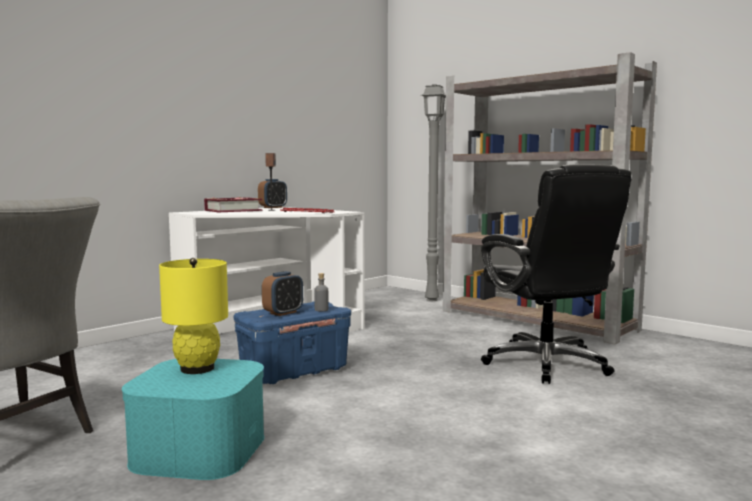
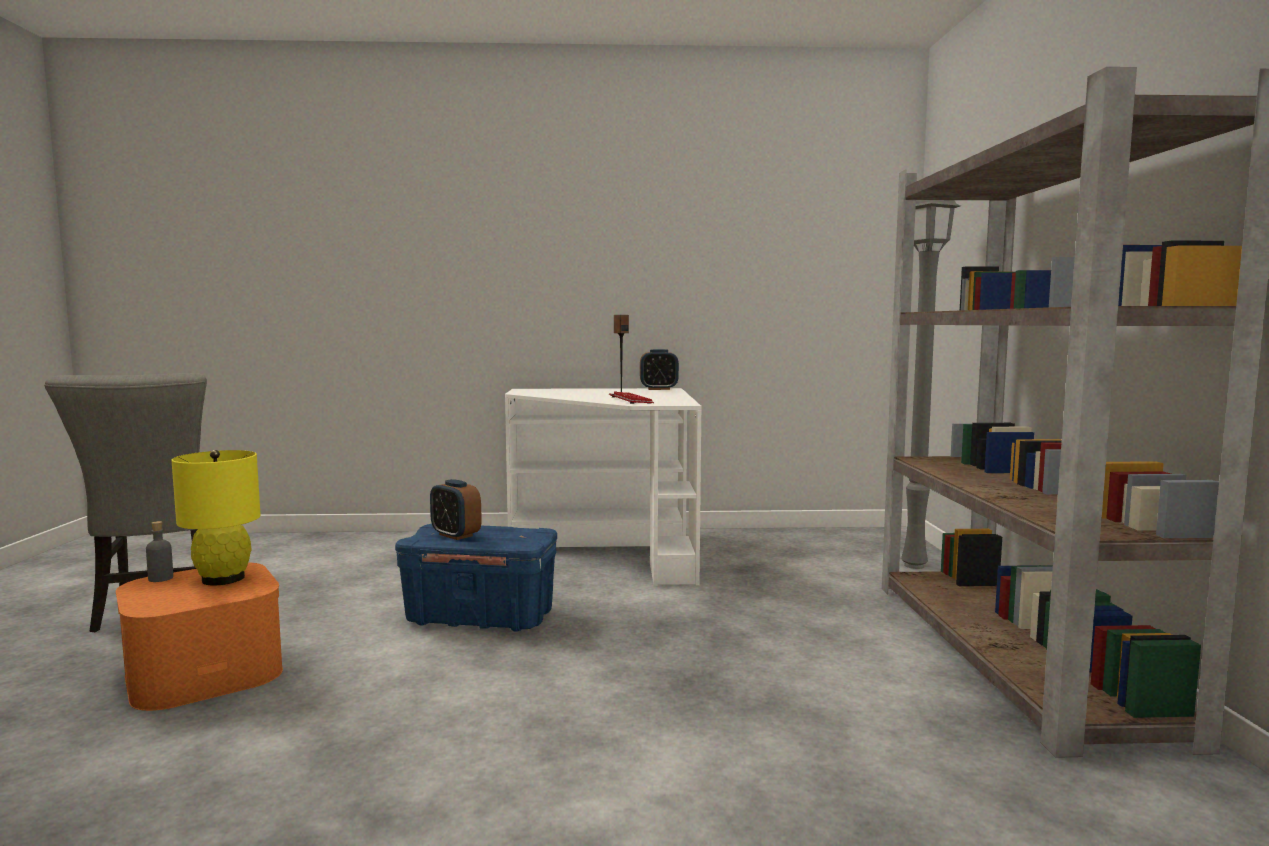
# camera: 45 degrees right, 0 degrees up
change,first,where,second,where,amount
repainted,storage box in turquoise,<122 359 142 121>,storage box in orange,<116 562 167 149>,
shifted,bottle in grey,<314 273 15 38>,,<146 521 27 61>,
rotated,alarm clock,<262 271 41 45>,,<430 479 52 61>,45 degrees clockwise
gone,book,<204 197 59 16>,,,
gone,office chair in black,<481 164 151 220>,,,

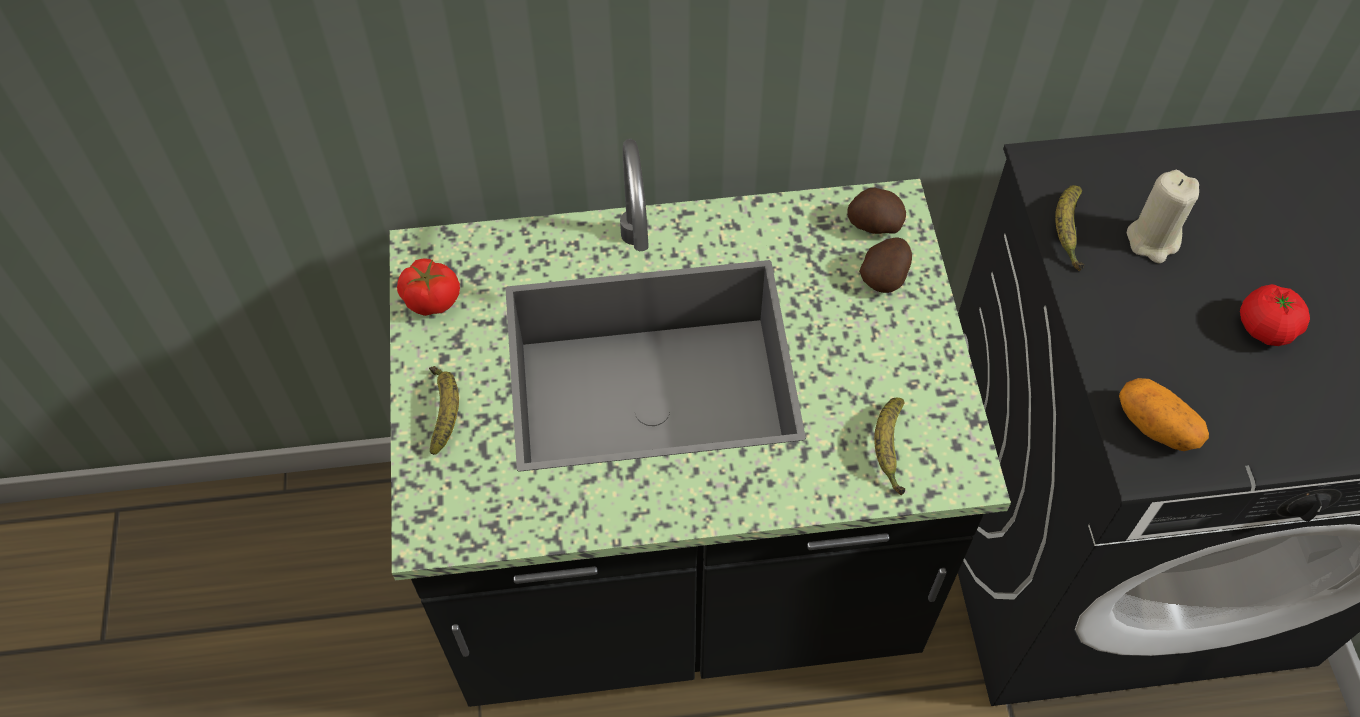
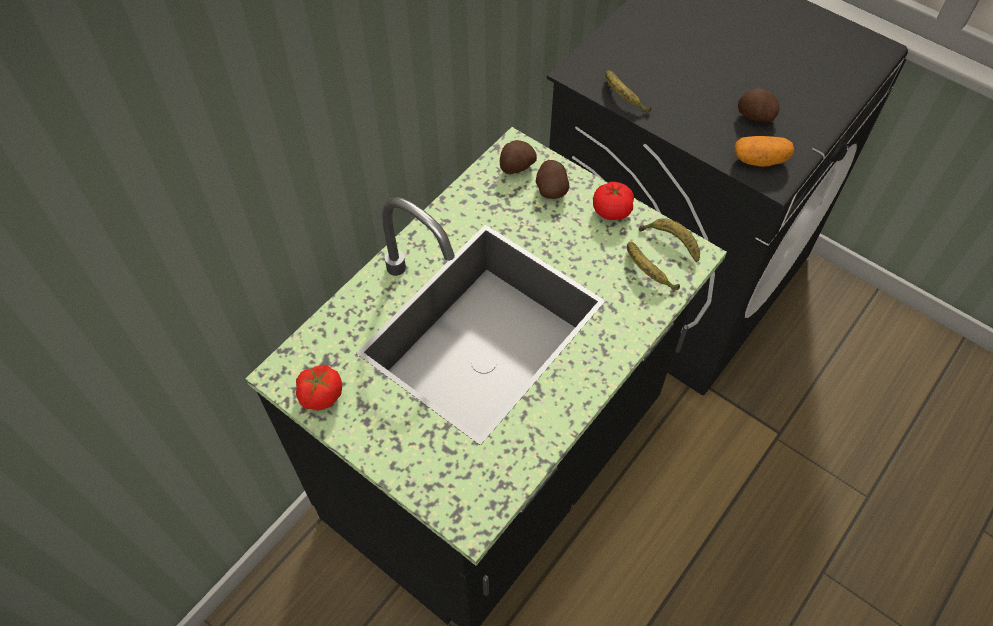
# camera: 45 degrees left, 0 degrees up
change,first,where,second,where,amount
shifted,tomato,<1240 284 70 62>,,<593 182 41 38>,
shifted,banana,<429 366 30 89>,,<639 218 61 44>,
new,,,potato,<738 88 42 34>,
gone,candle in beige,<1127 170 72 93>,,,

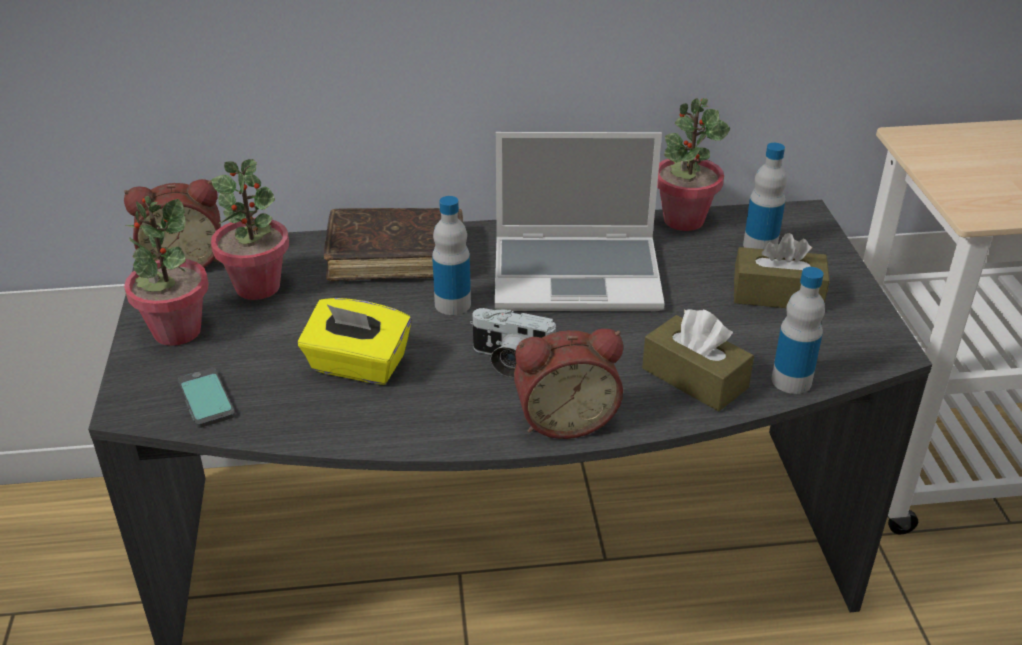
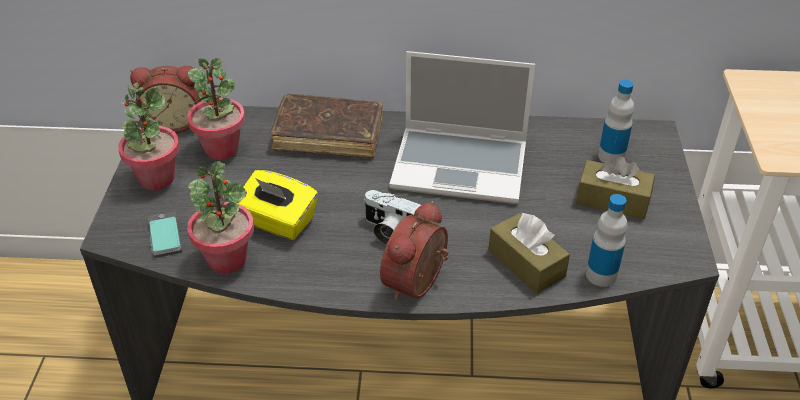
# camera: 10 degrees right, 5 degrees up
change,first,where,second,where,amount
shifted,potted plant,<657 98 73 133>,,<187 161 67 113>,
rotated,alarm clock,<514 329 109 110>,,<380 201 68 100>,120 degrees clockwise
gone,bottle,<432 196 39 119>,,,

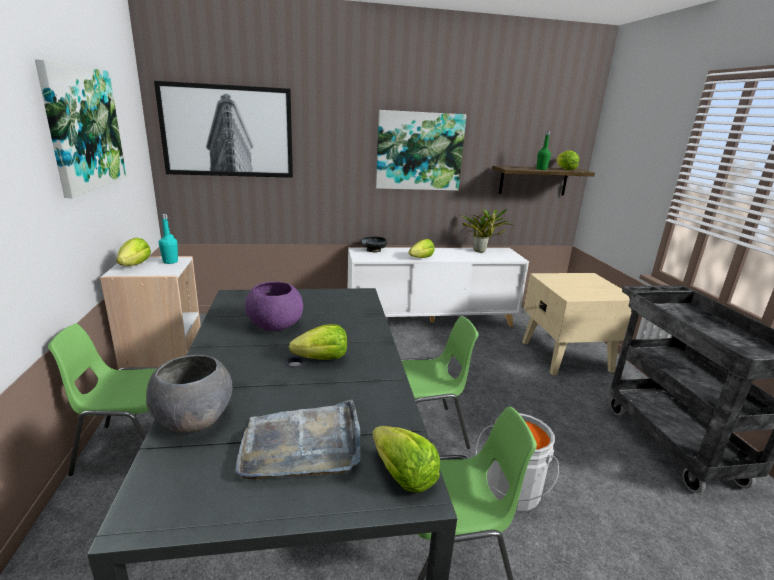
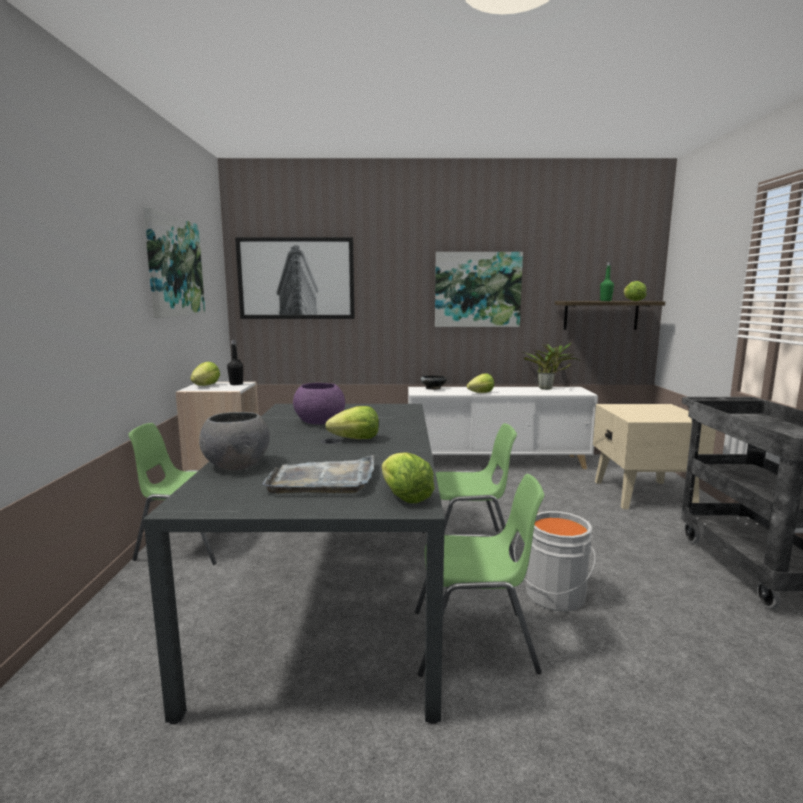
# camera: 10 degrees right, 10 degrees down
change,first,where,second,where,amount
repainted,bottle in turquoise,<159 214 19 50>,bottle in black,<227 340 16 45>,

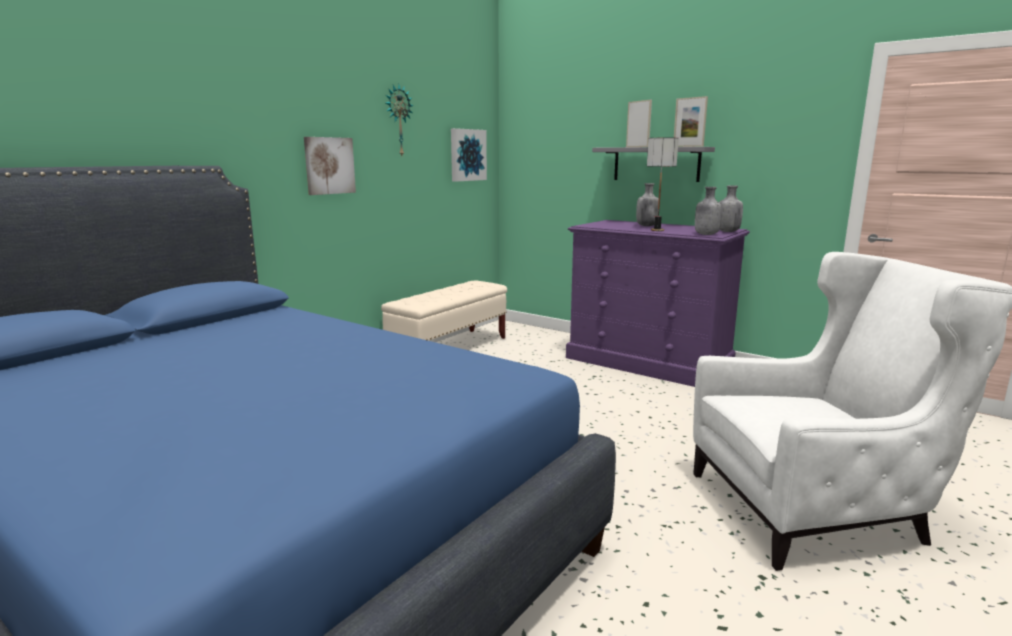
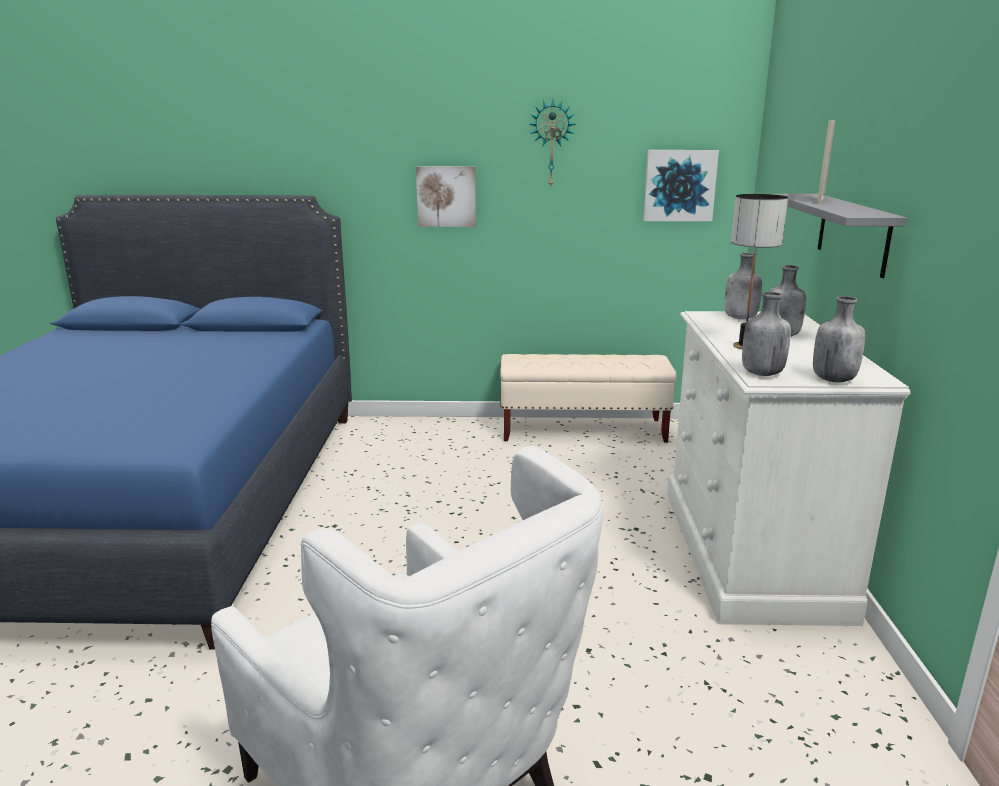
# camera: 55 degrees right, 5 degrees up
change,first,where,second,where,amount
repainted,dresser in purple,<566 220 184 167>,dresser in white,<667 311 244 315>,
new,,,bottle in grey,<724 253 38 66>,
gone,picture frame,<674 96 34 51>,,,

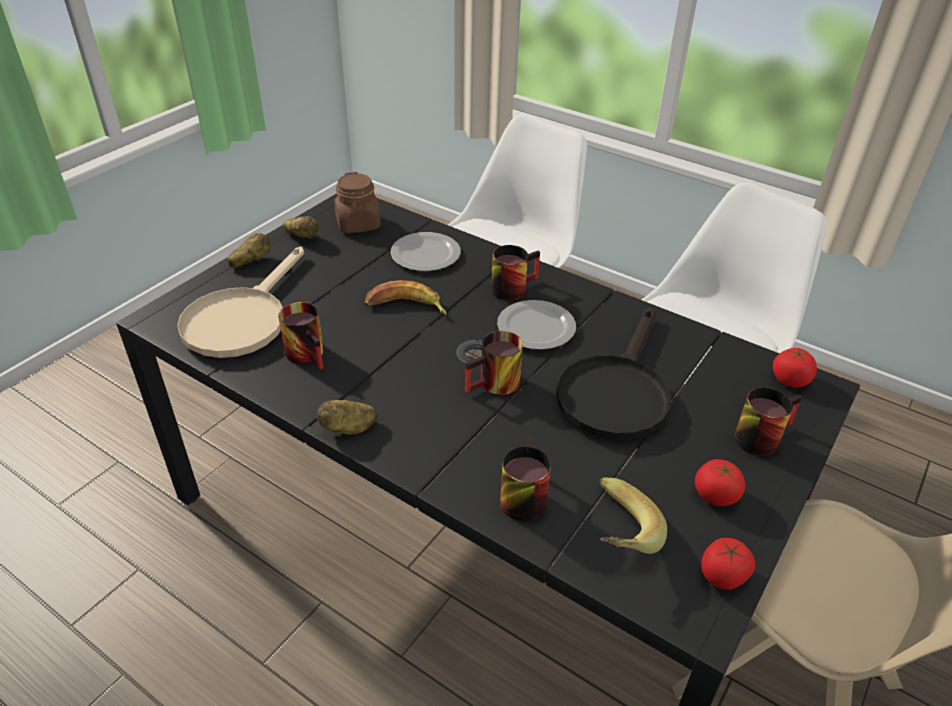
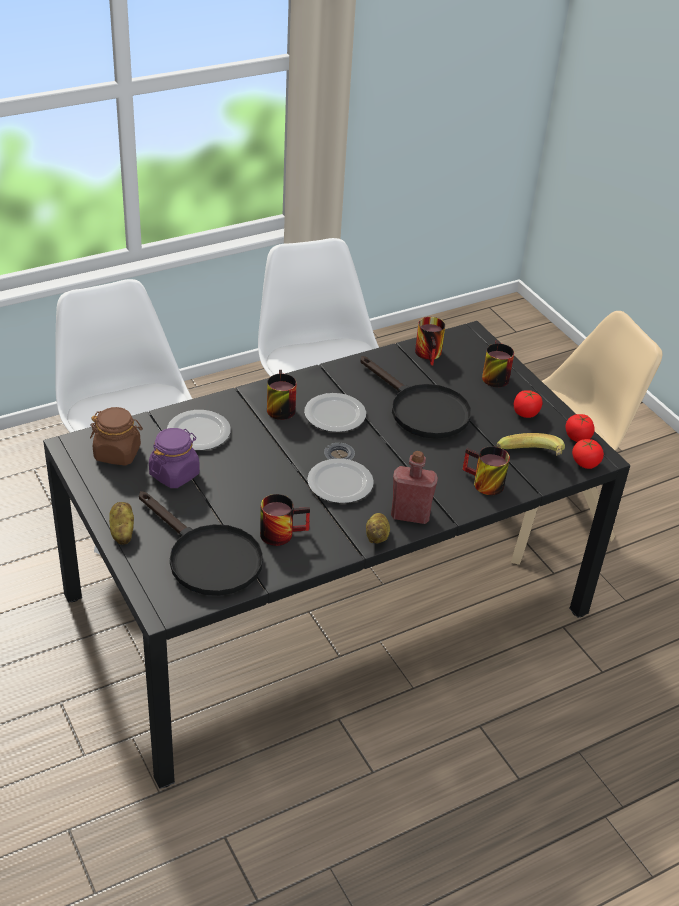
# camera: 65 degrees left, 0 degrees up
change,first,where,second,where,amount
repainted,frying pan in beige,<177 246 127 112>,frying pan in black,<139 491 124 105>,
new,,,jar in purple,<149 428 51 60>,
new,,,plate,<307 458 67 45>,
new,,,bottle in red,<391 451 47 73>,
shifted,mug,<465 331 58 64>,,<415 317 30 48>,
shifted,tomato,<773 348 44 39>,,<572 439 32 30>,
gone,potato,<283 216 36 23>,,,
gone,banana,<365 280 82 35>,,,

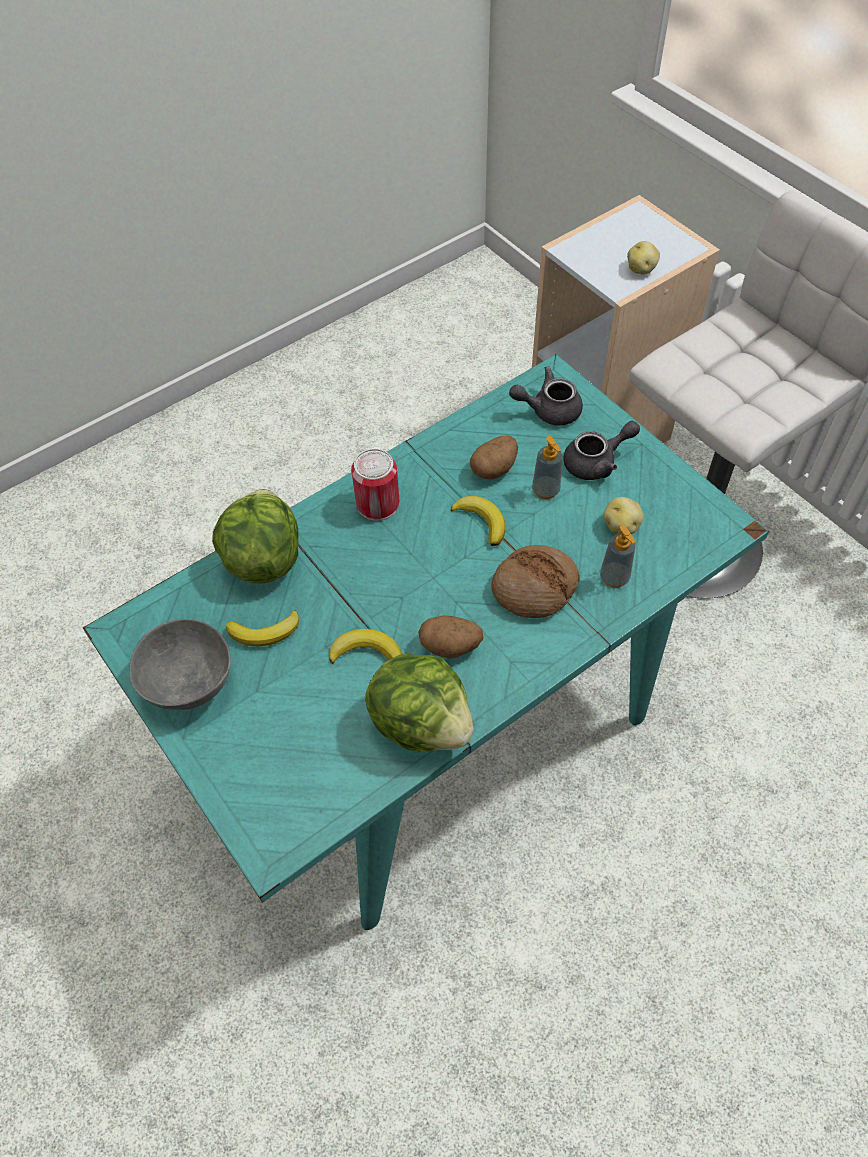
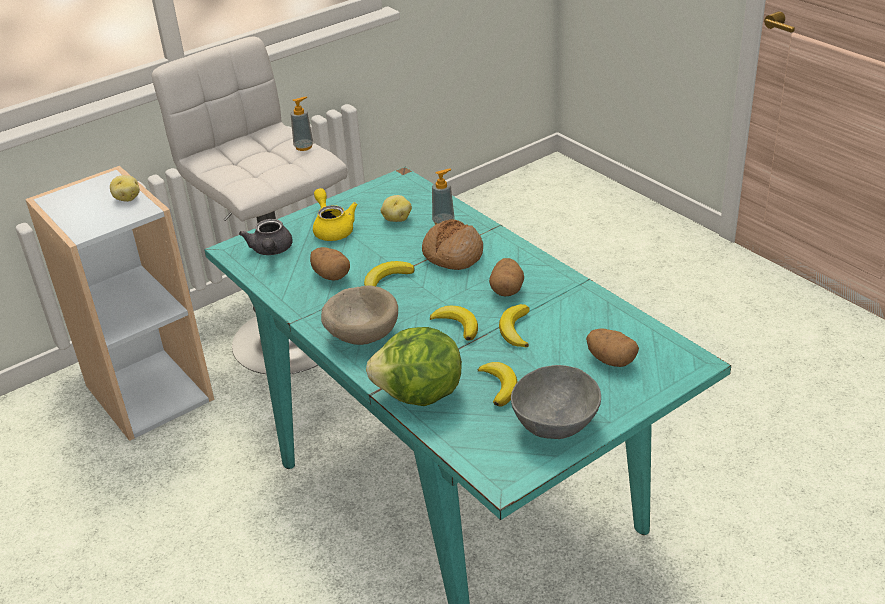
# camera: 90 degrees left, 20 degrees down
change,first,where,second,where,amount
shifted,soap dispenser,<532 436 30 63>,,<291 97 23 54>,
repainted,teapot in grey,<563 421 77 59>,teapot in yellow,<313 188 45 53>,
swapped,can,<351 449 48 72>,bowl in beige,<321 285 77 60>,
new,,,banana,<430 306 48 34>,
new,,,potato,<586 328 53 39>,
gone,lettuce,<365 654 109 97>,,,

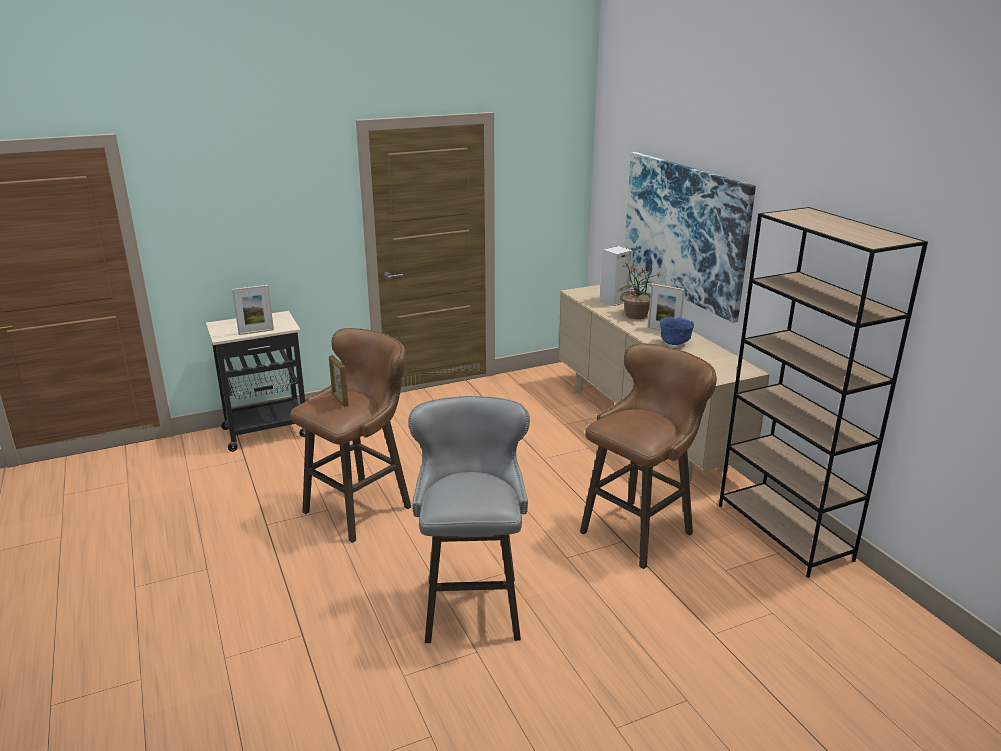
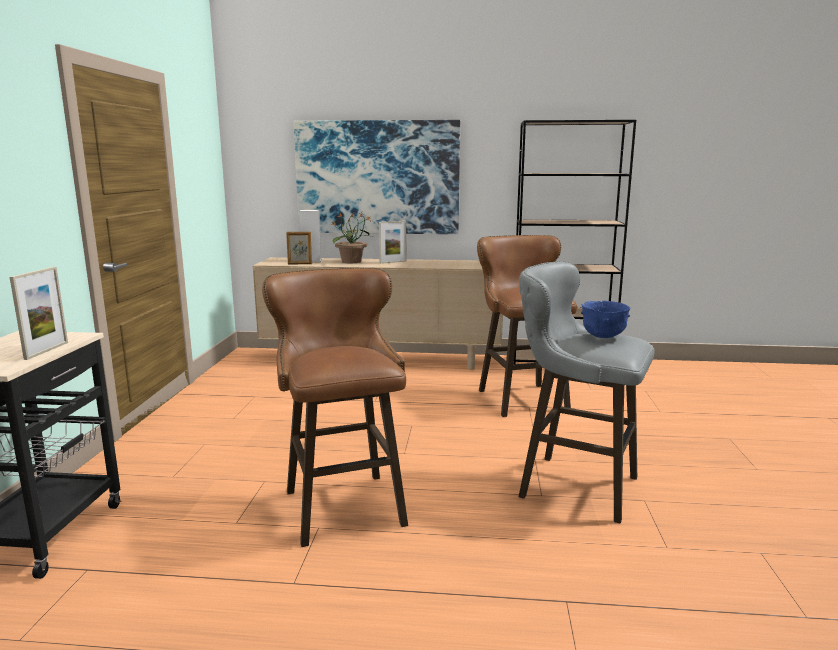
# camera: 60 degrees left, 10 degrees down
change,first,where,second,where,amount
shifted,picture frame,<329 355 20 52>,,<286 232 26 32>,
shifted,bowl in blue,<660 317 34 28>,,<581 301 49 37>,

